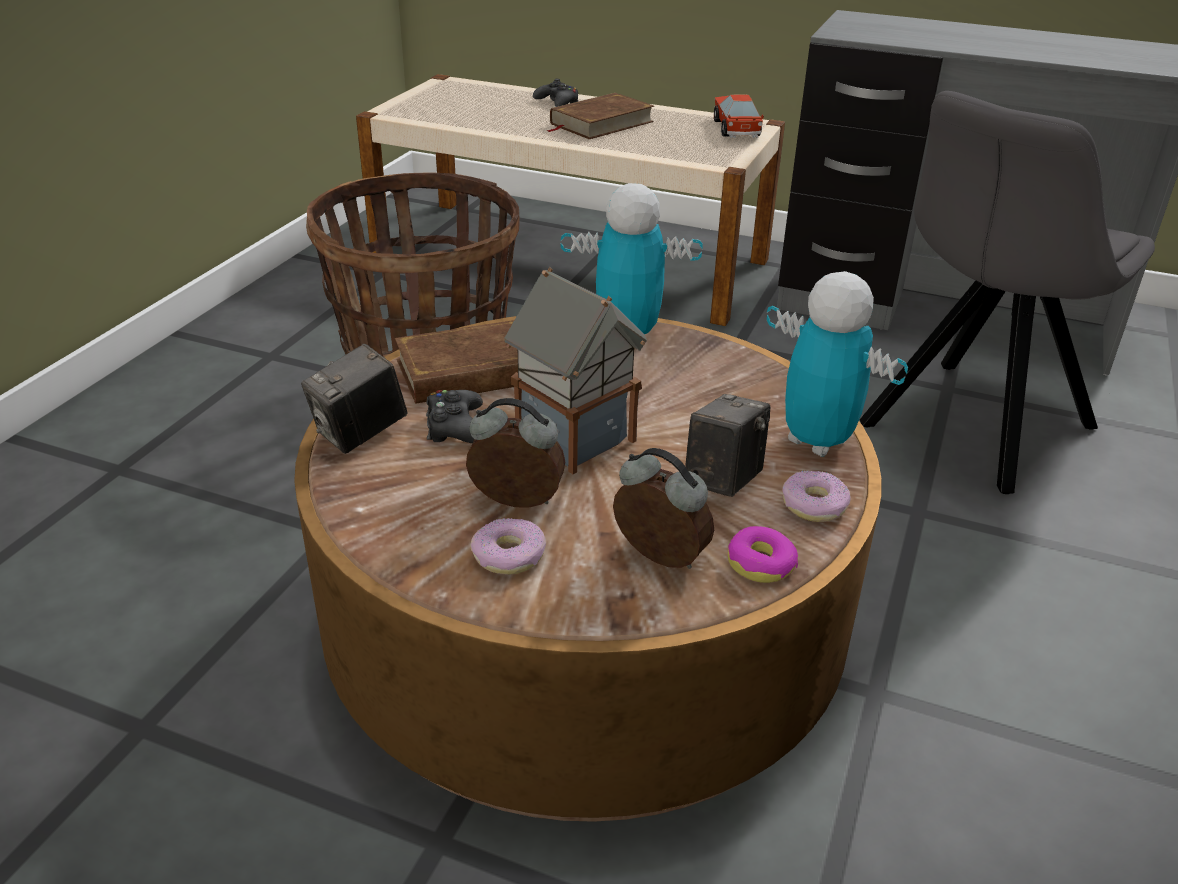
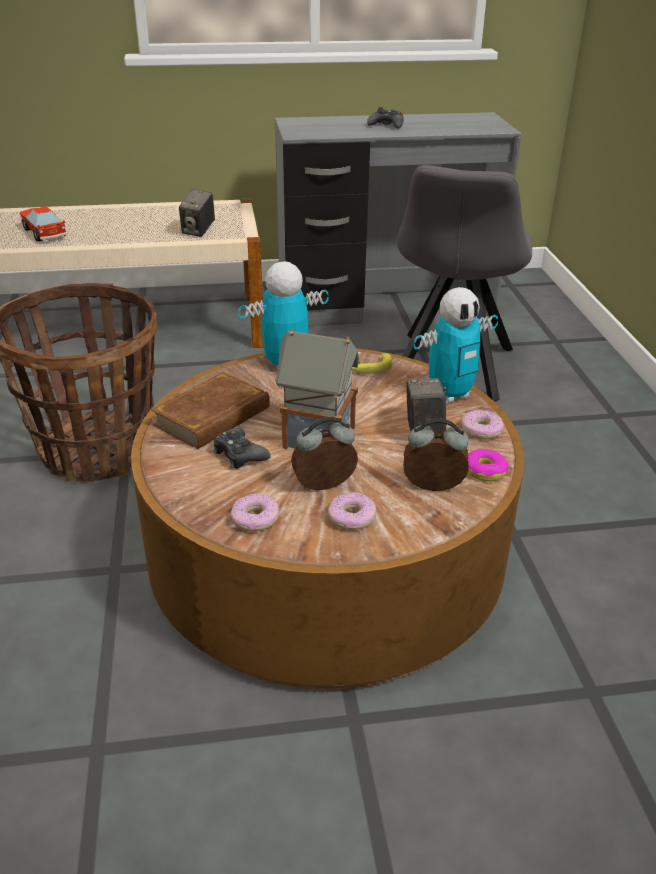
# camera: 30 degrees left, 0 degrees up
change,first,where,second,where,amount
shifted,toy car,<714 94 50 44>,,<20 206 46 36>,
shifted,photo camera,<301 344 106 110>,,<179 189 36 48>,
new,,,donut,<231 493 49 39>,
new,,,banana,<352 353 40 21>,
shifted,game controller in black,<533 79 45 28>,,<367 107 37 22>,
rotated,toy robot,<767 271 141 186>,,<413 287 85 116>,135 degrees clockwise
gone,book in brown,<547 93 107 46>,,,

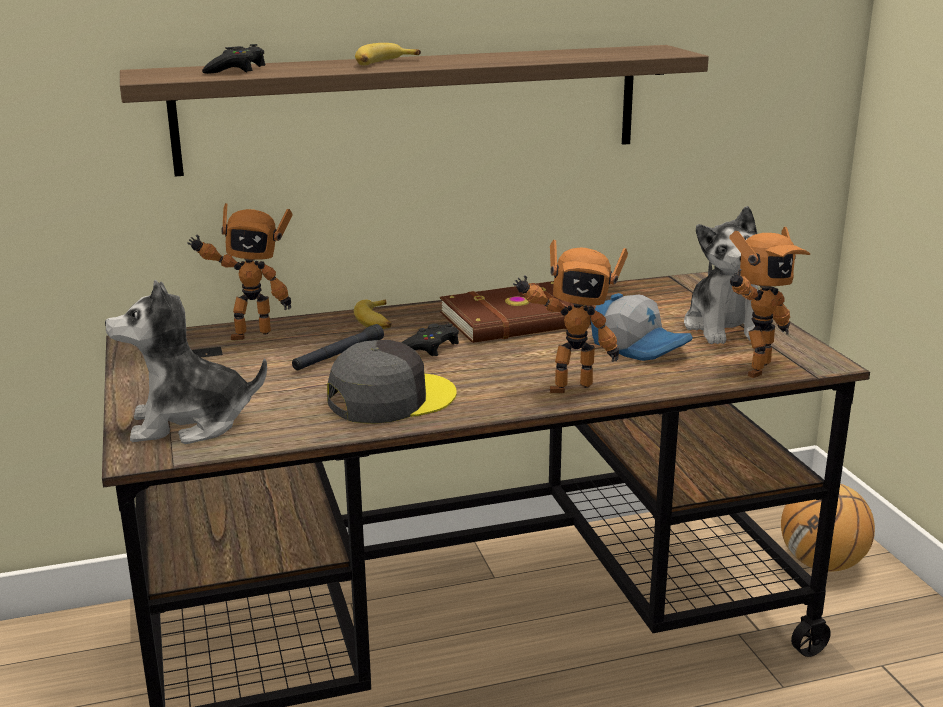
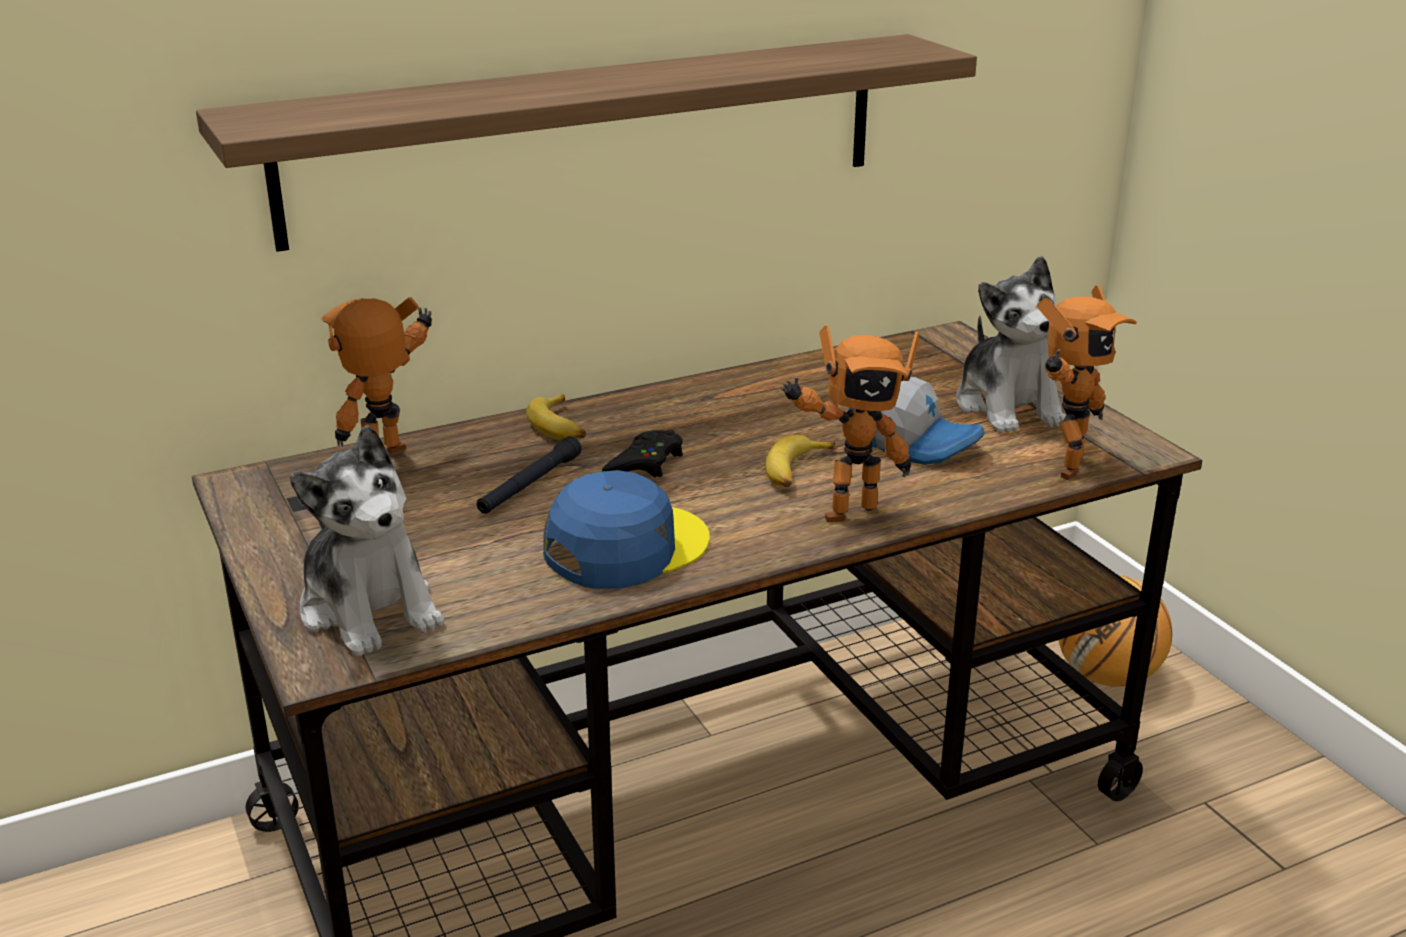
# camera: 10 degrees left, 5 degrees up
change,first,where,second,where,amount
rotated,plush toy,<105 280 162 164>,,<290 425 154 232>,105 degrees counterclockwise
rotated,toy robot,<187 203 105 137>,,<321 297 111 157>,150 degrees clockwise
repainted,cap in grey,<327 340 129 84>,cap in blue,<543 470 167 119>,
shifted,banana,<355 43 66 22>,,<765 435 70 52>,
gone,game controller in black,<202 44 64 30>,,,
gone,book in brown,<440 281 156 62>,,,

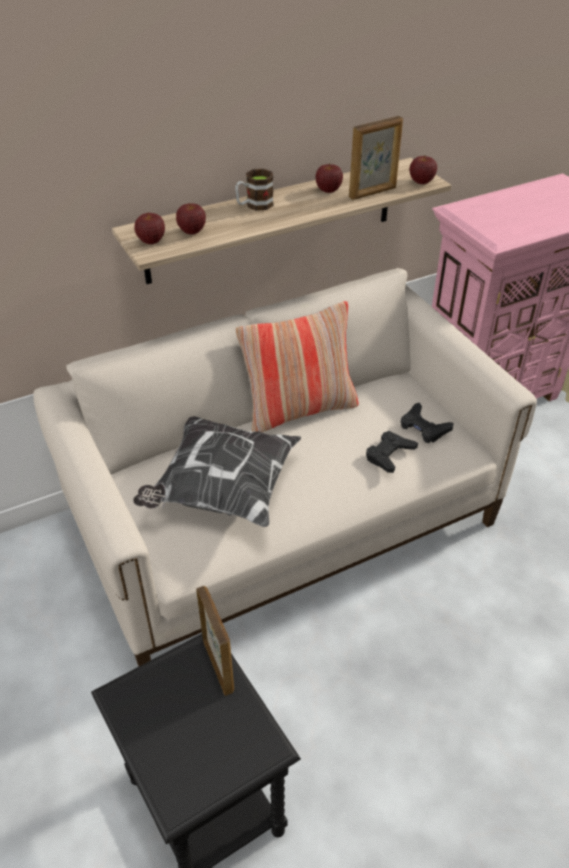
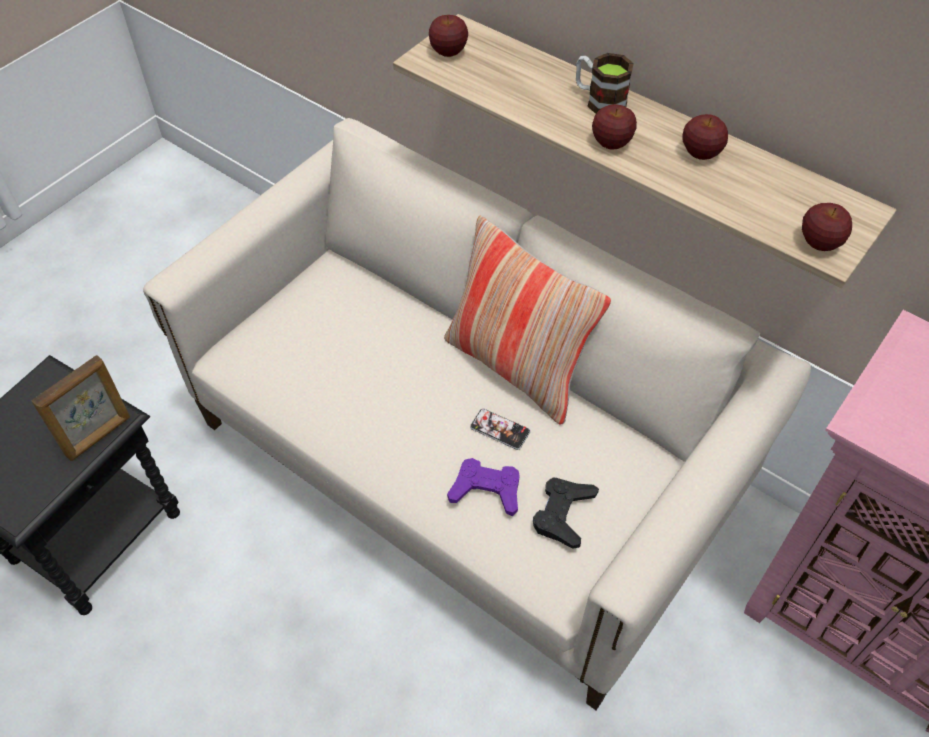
# camera: 65 degrees right, 10 degrees up
change,first,where,second,where,amount
repainted,game controller in black,<366 431 52 42>,game controller in purple,<447 458 73 58>,
new,,,phone,<470 409 60 41>,
shifted,apple,<176 203 30 31>,,<592 104 45 46>,
gone,pillow,<133 416 168 111>,,,
gone,picture frame,<349 116 54 84>,,,

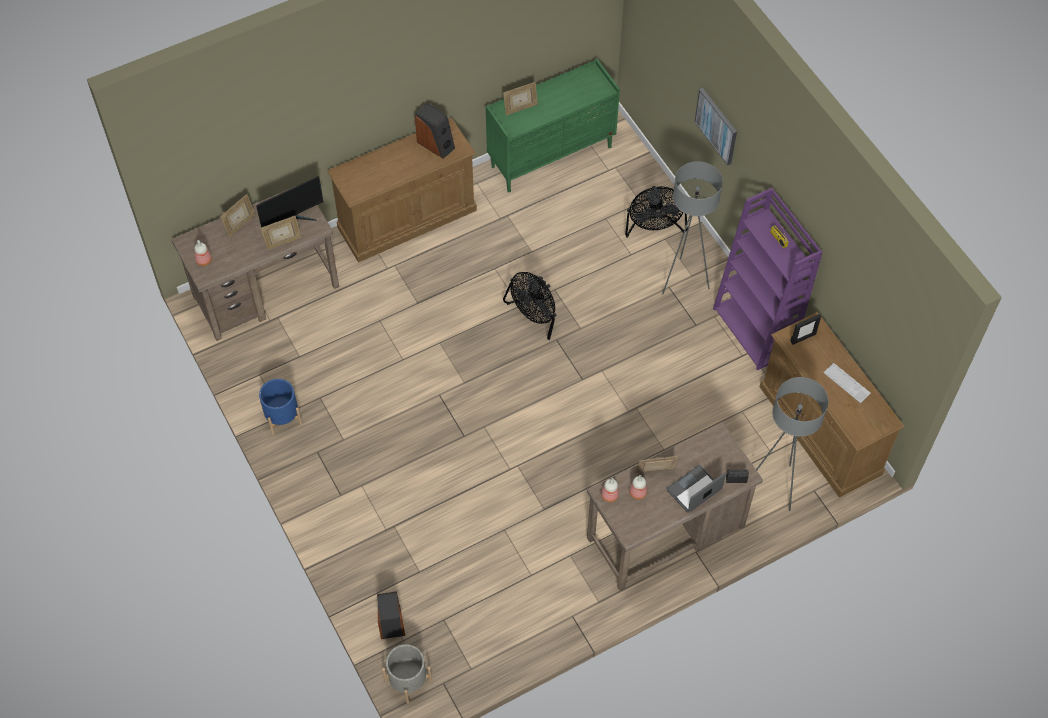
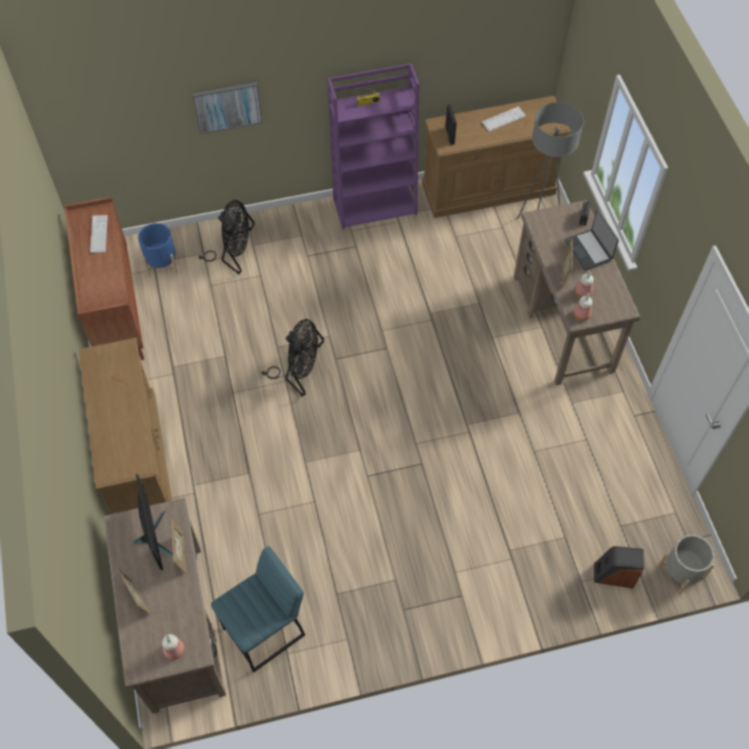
# camera: 75 degrees left, 0 degrees up
change,first,where,second,where,amount
repainted,cabinet in green,<486 59 134 134>,cabinet in brown,<64 196 80 164>,
new,,,keyboard,<90 215 18 38>,
shifted,planter in blue,<259 379 43 56>,,<138 223 40 54>,
new,,,stool in blue,<211 546 94 127>,
rotated,fan in black,<503 272 54 68>,,<261 319 63 78>,45 degrees counterclockwise
gone,speaker,<415 103 40 56>,,,
gone,picture frame,<503 82 35 33>,,,
gone,floor lamp in grey,<662 161 61 133>,,,

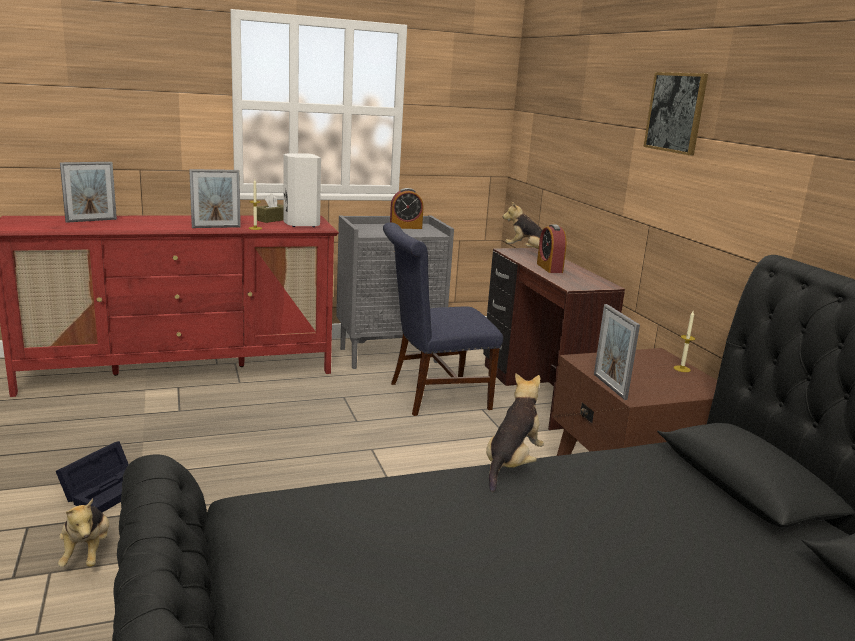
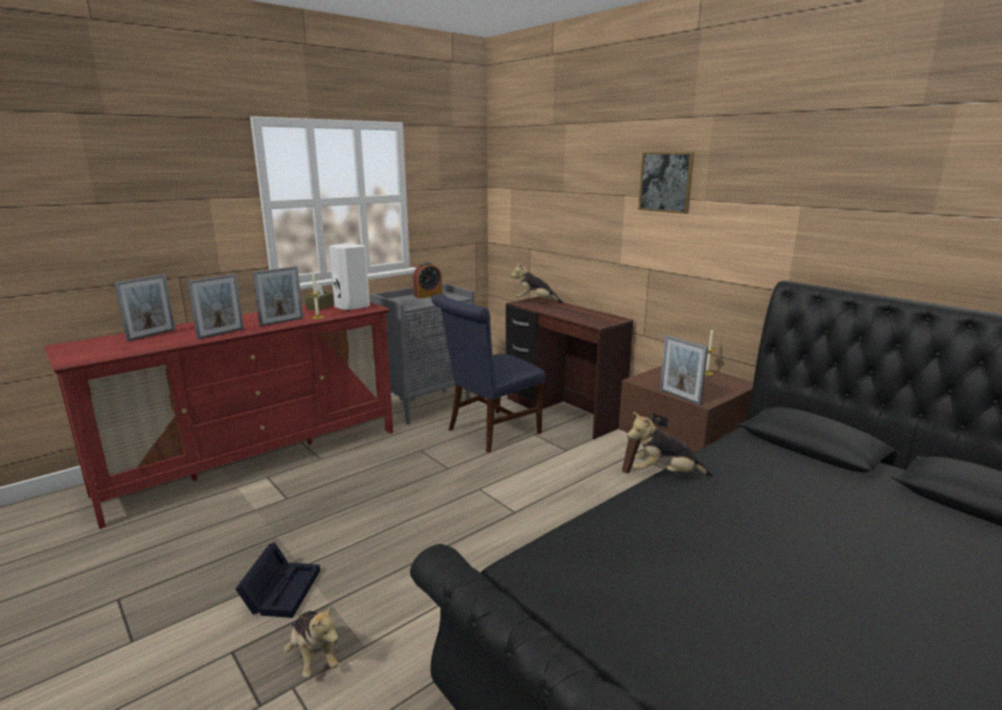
# camera: 20 degrees left, 0 degrees up
change,first,where,second,where,amount
new,,,picture frame,<187 274 57 66>,
rotated,plush toy,<486 373 58 119>,,<627 412 86 64>,90 degrees counterclockwise
gone,alarm clock,<537 224 29 49>,,,

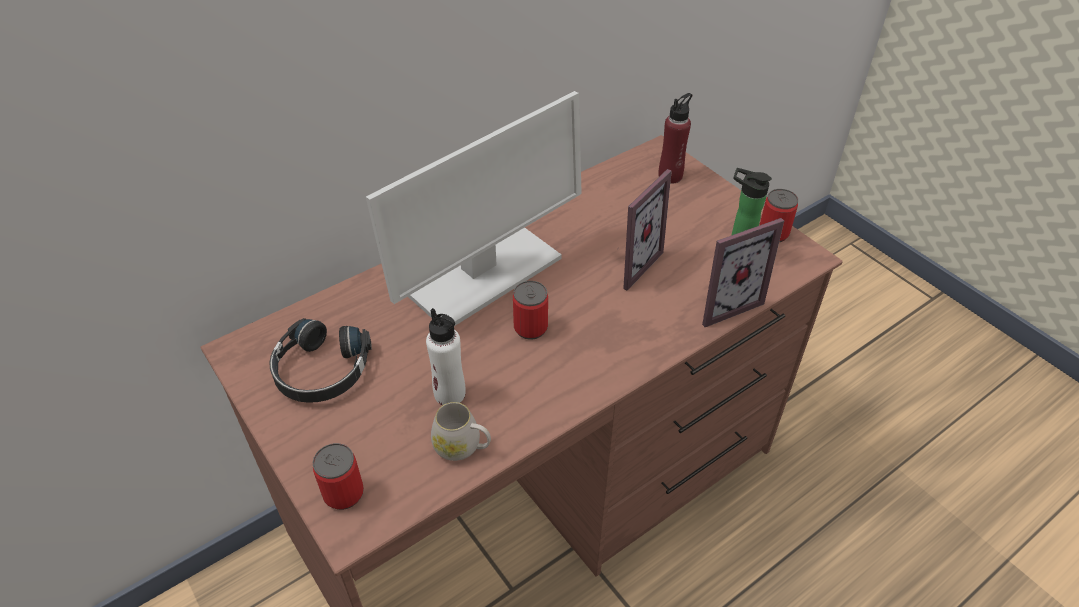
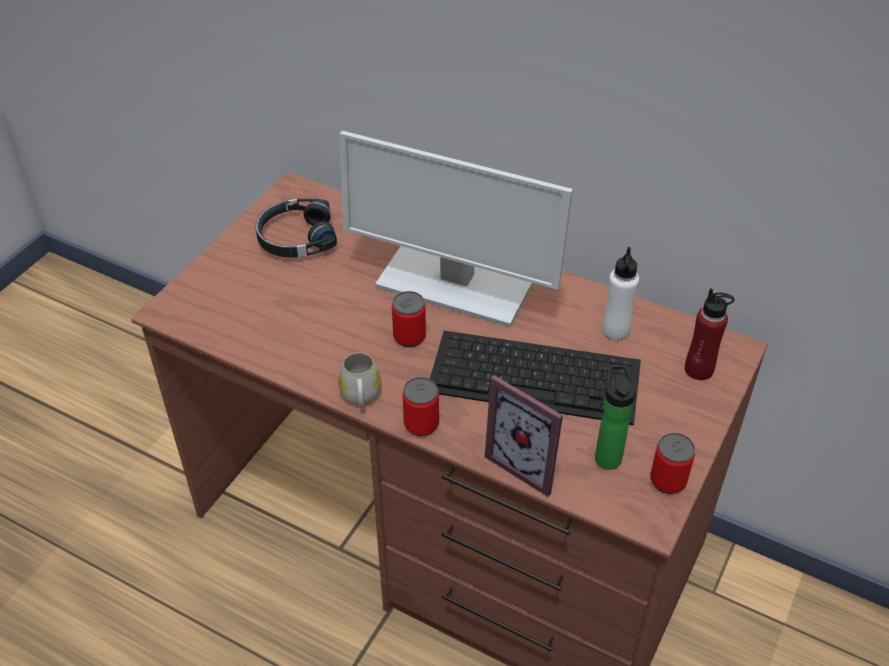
# camera: 65 degrees right, 0 degrees up
change,first,where,second,where,amount
shifted,mug in white,<431 402 60 59>,,<338 352 43 55>,
shifted,can,<313 443 51 67>,,<403 377 36 59>,
swapped,picture frame,<623 169 49 122>,keyboard,<430 330 211 95>,
shifted,bottle in white,<426 308 39 97>,,<602 247 37 94>,

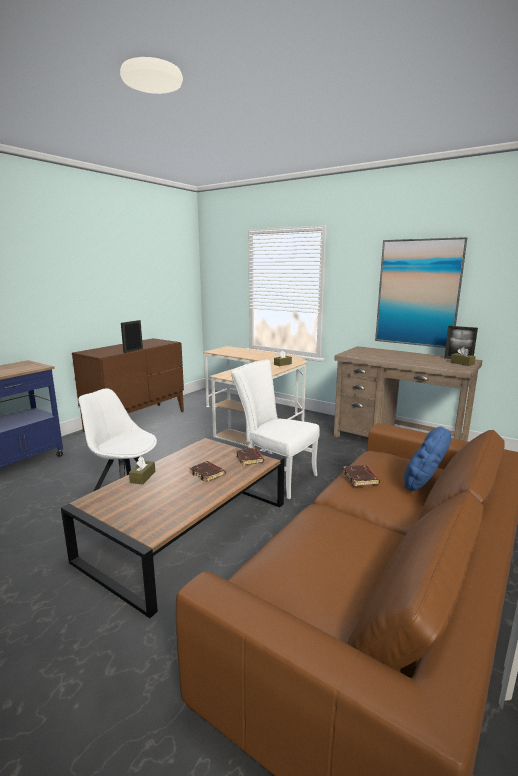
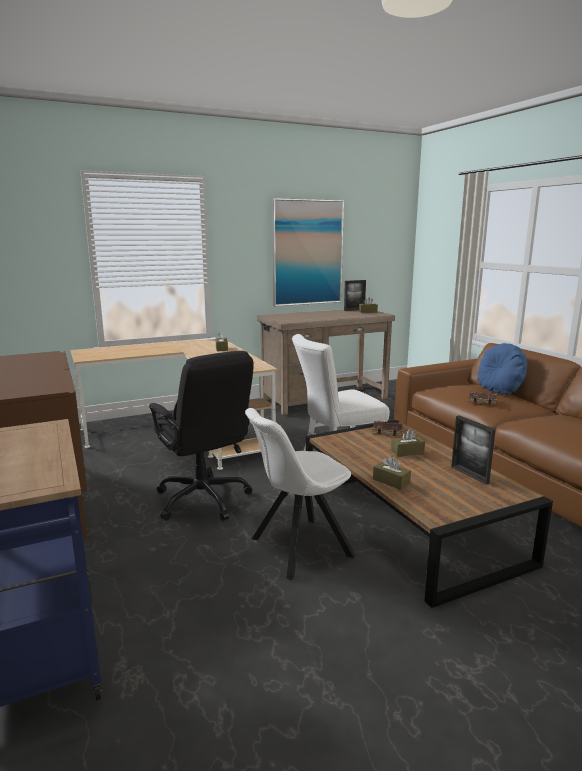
# camera: 60 degrees left, 0 degrees up
change,first,where,second,where,amount
new,,,office chair in black,<149 351 105 170>,
swapped,book in brown,<189 461 37 21>,tissue box in brown,<391 429 34 28>,
shifted,picture frame,<121 320 22 33>,,<451 415 45 70>,

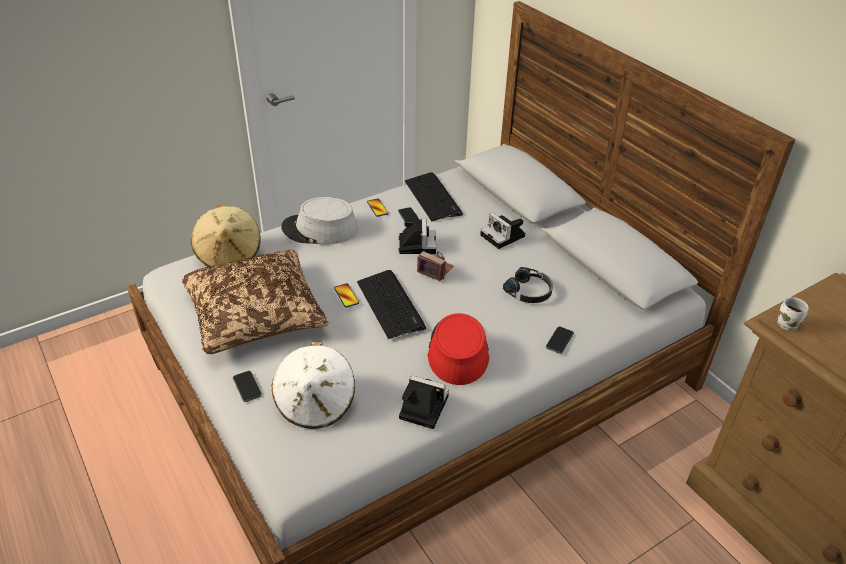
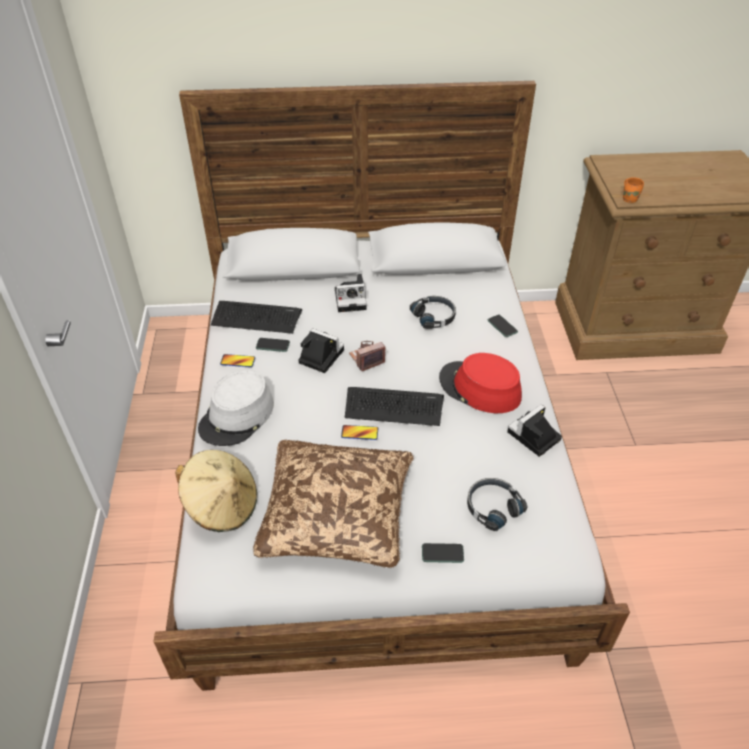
# camera: 60 degrees left, 5 degrees up
change,first,where,second,where,amount
swapped,hat in white,<272 342 83 87>,headphones in black,<467 478 60 53>,
repainted,mug in white,<777 297 32 34>,mug in orange,<623 177 21 26>,

